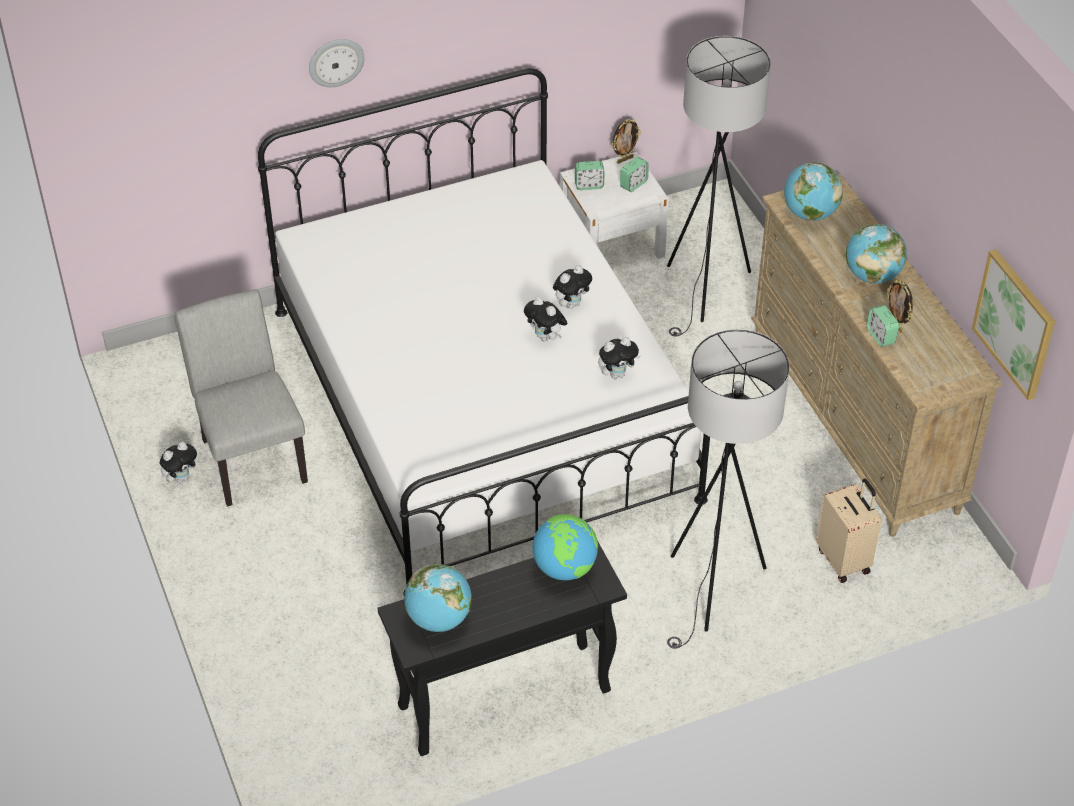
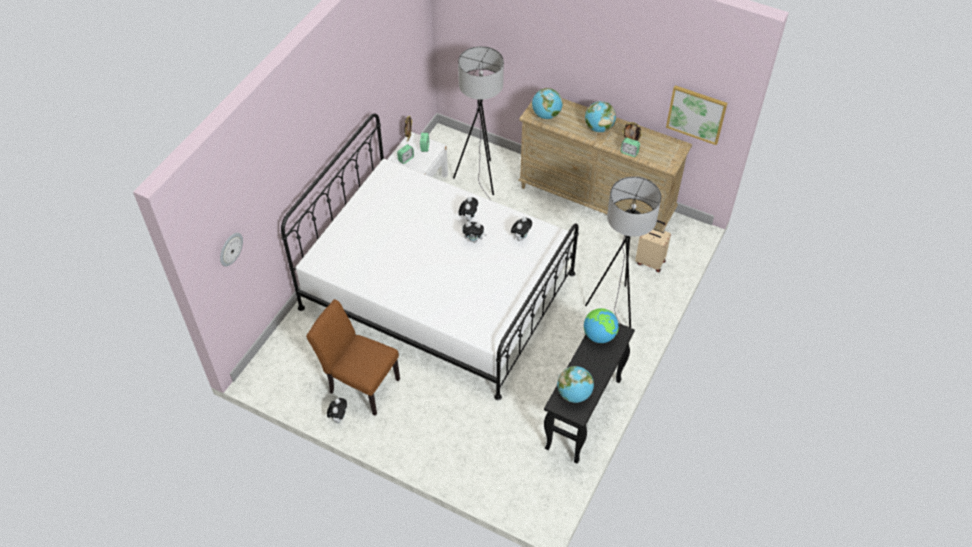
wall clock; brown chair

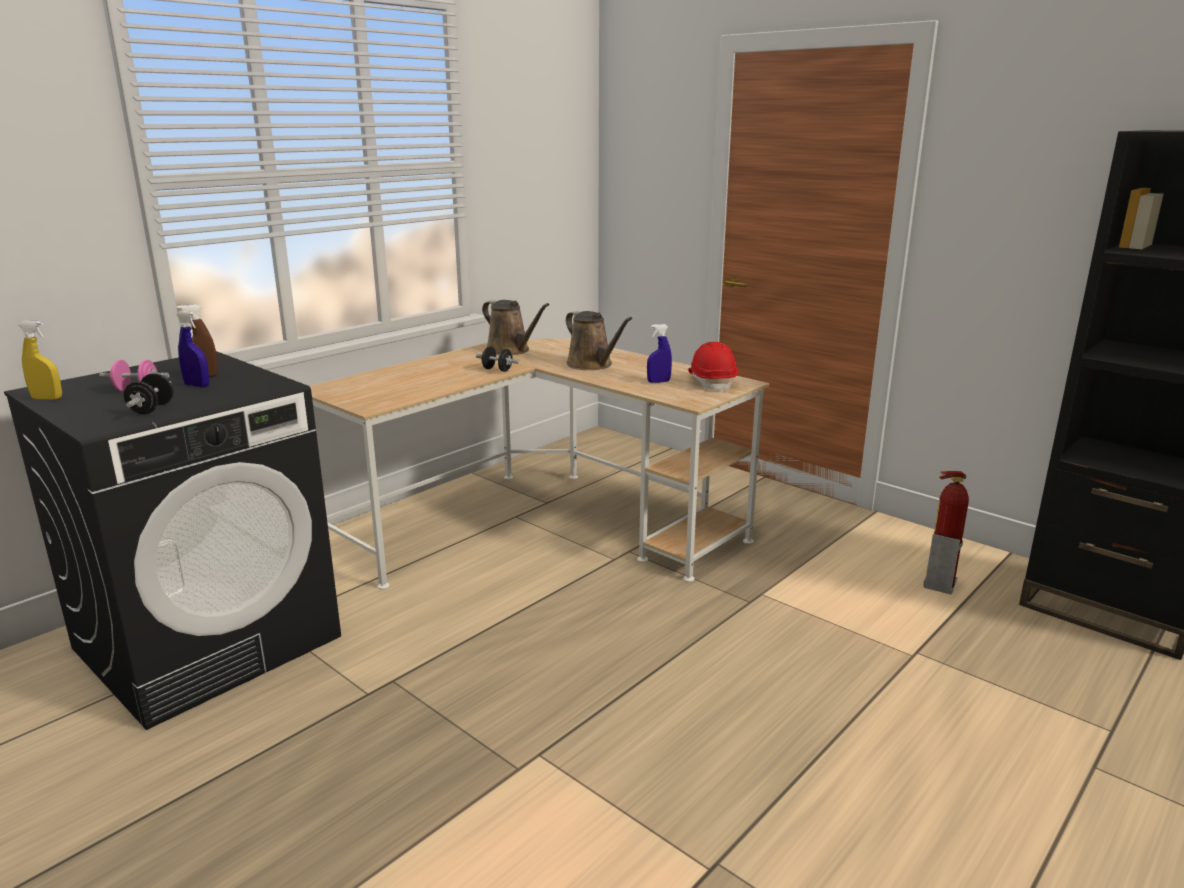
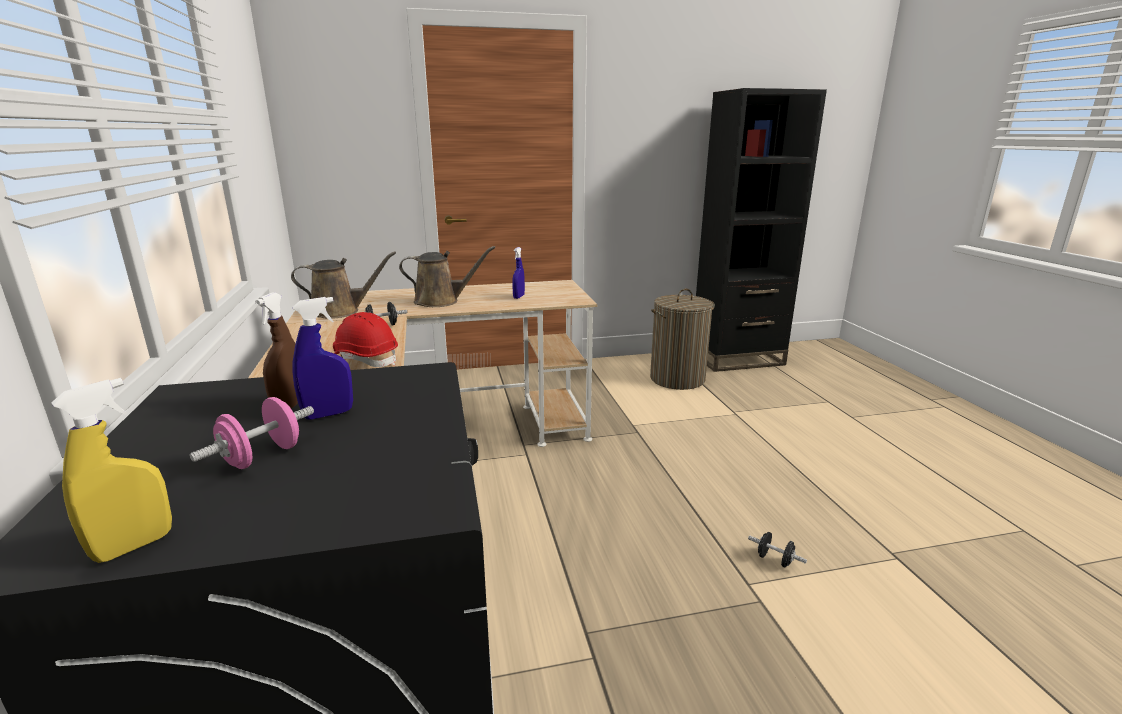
red hard hat; laundry basket; black dumbbell (no. 2 from left)

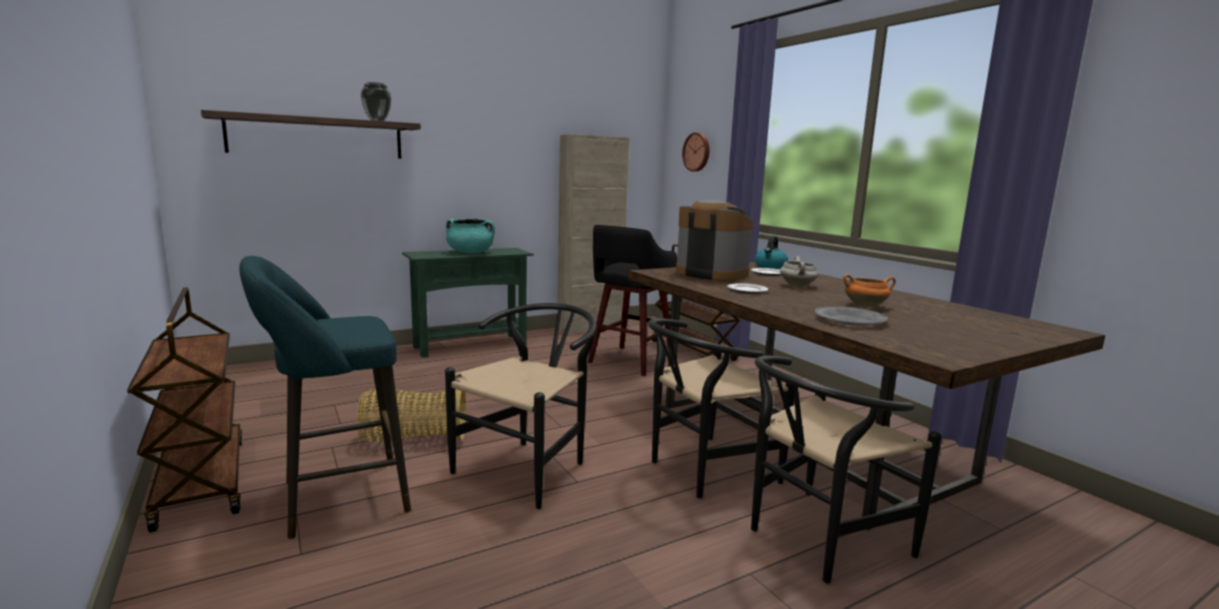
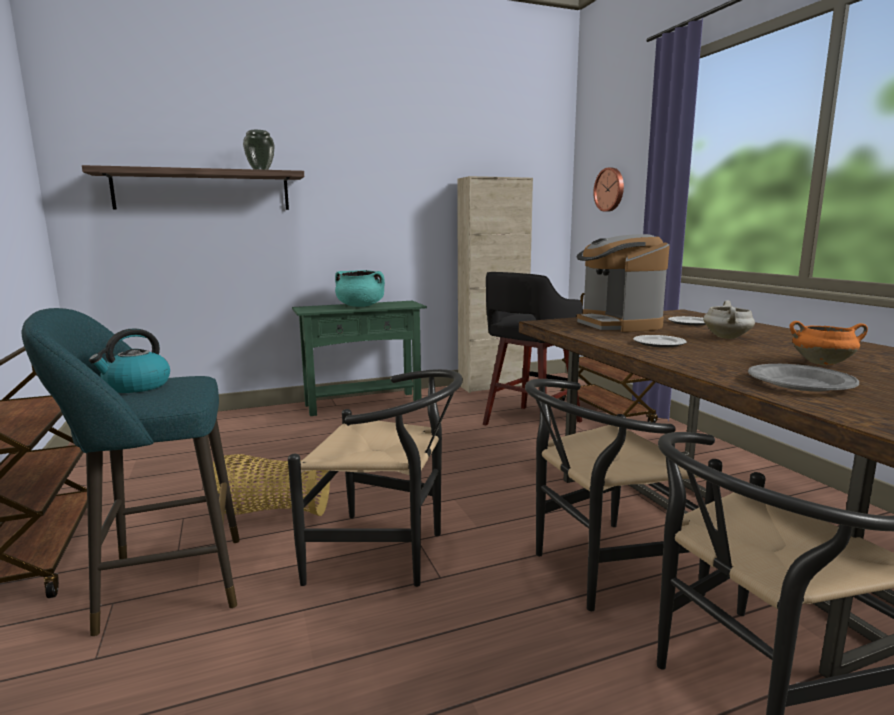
kettle; black chair (no. 1 from left); coffee machine

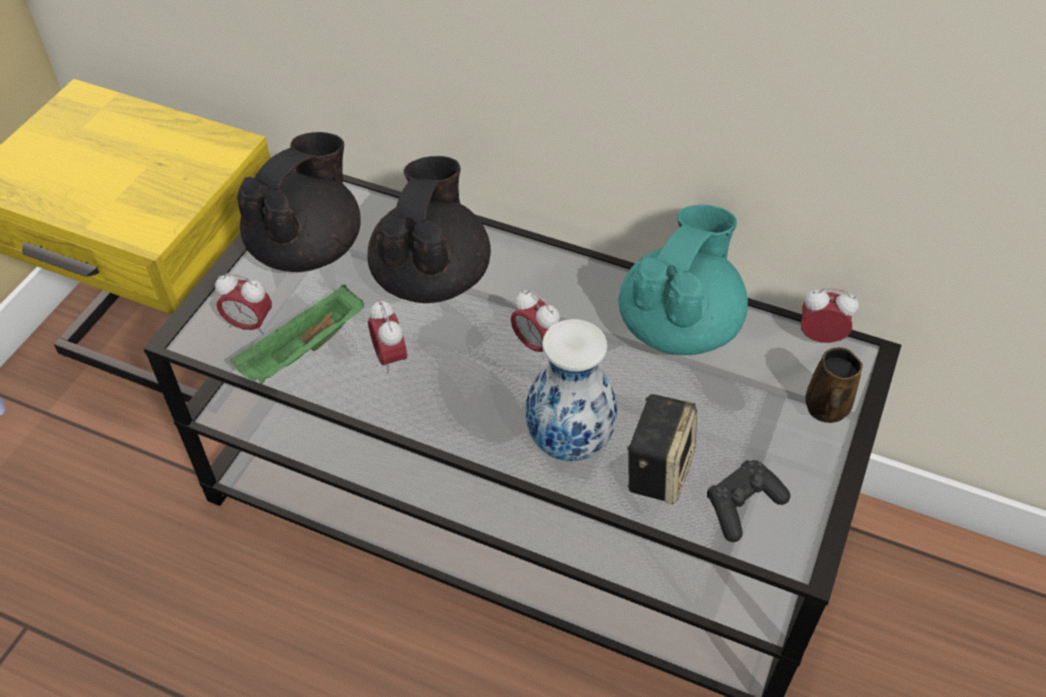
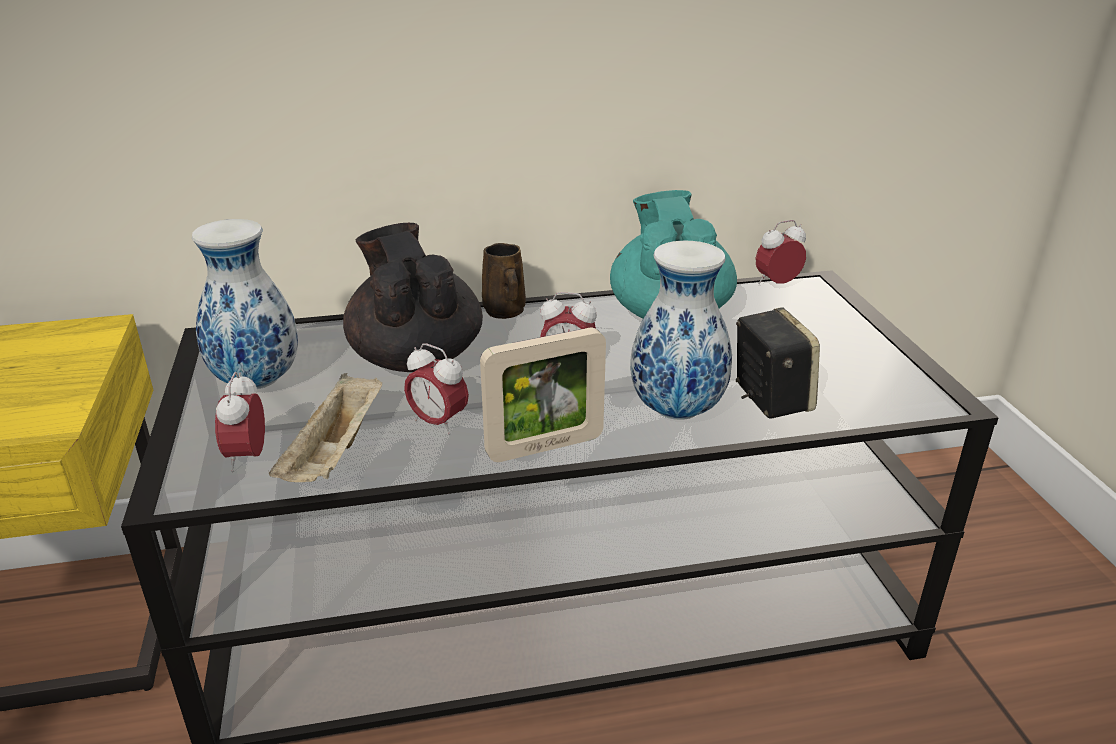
vase (no. 1 from left); alarm clock (no. 1 from left); beige tray; picture frame; brown mug; black game controller

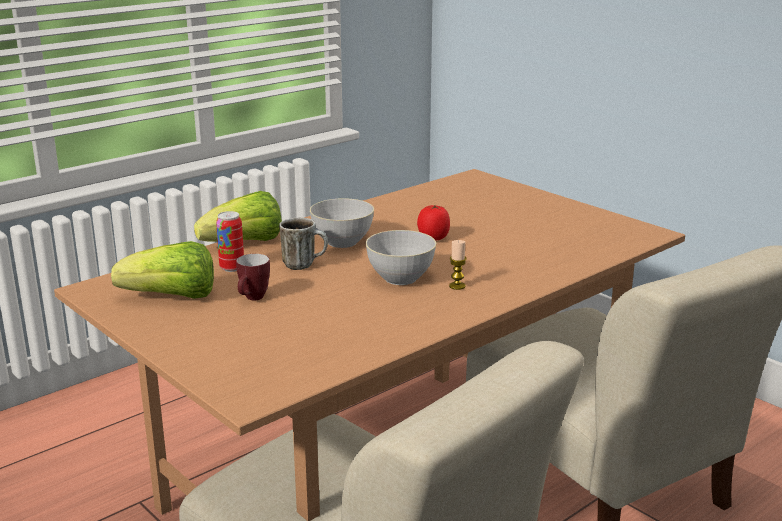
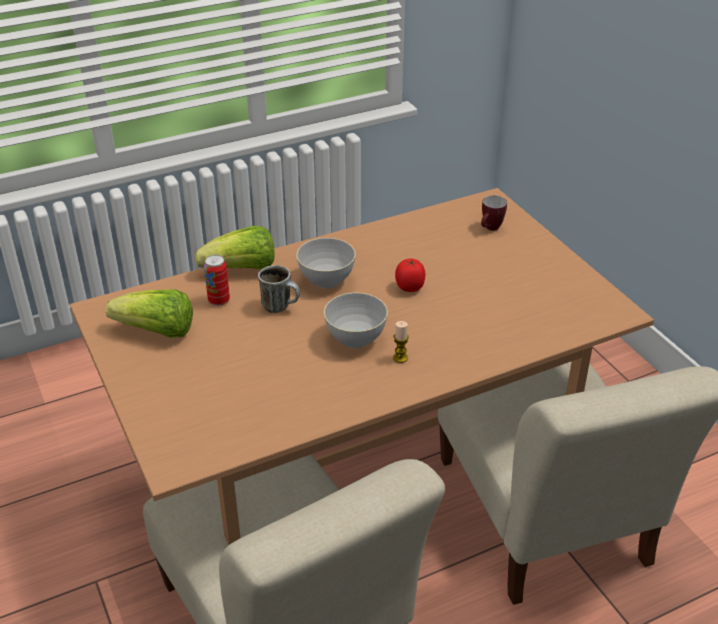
mug (no. 2 from left)

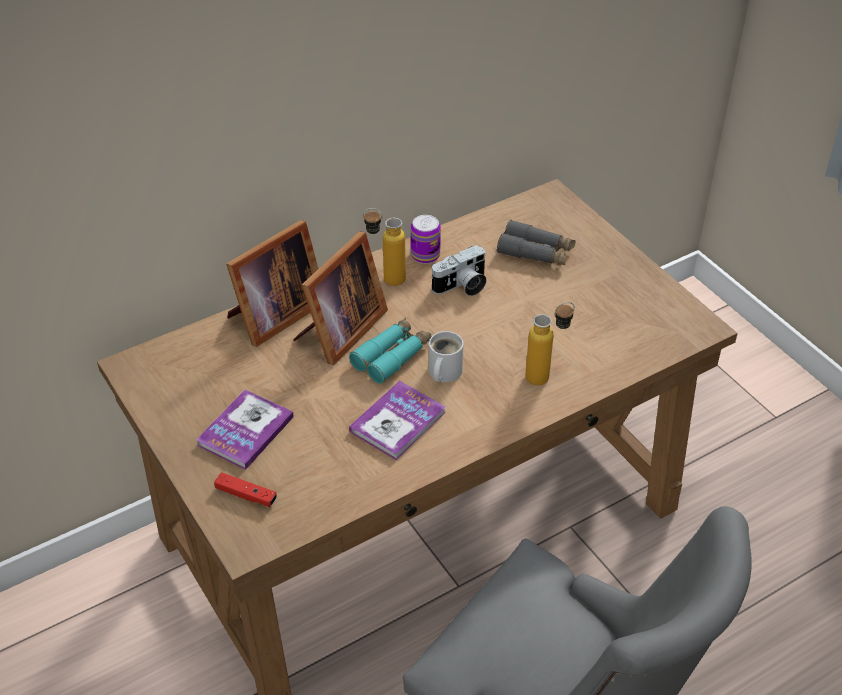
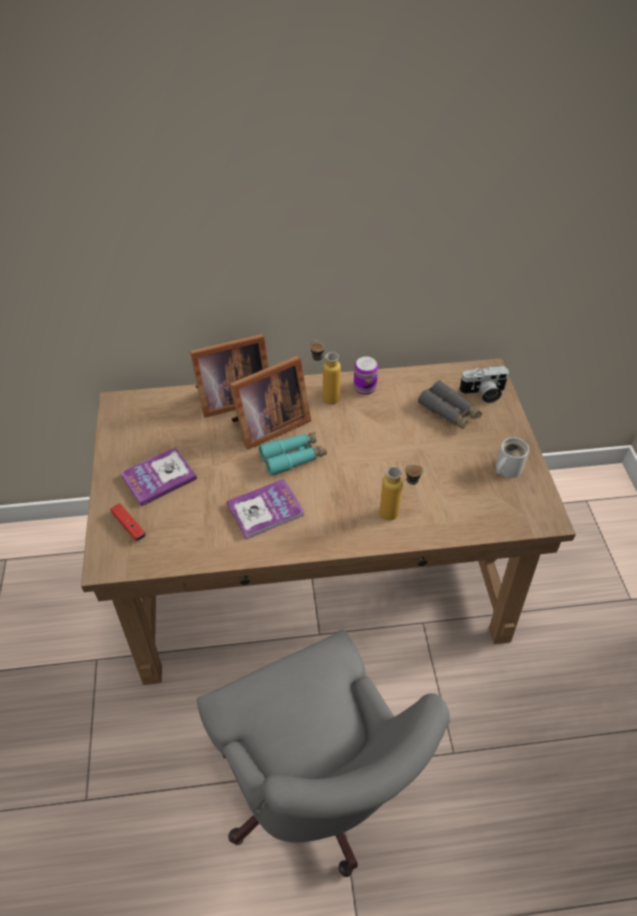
photo camera; white mug

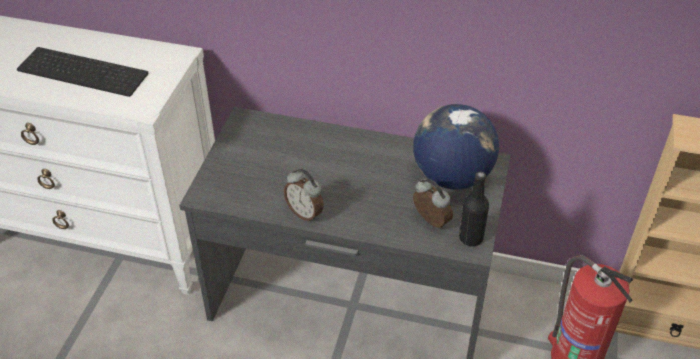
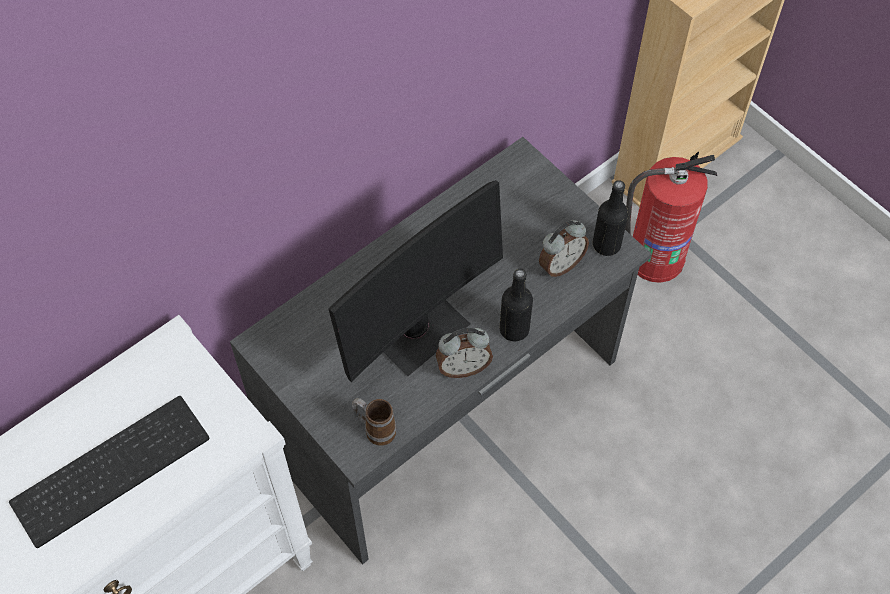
monitor; mug; black bottle (no. 1 from left); alarm clock (no. 2 from left); globe

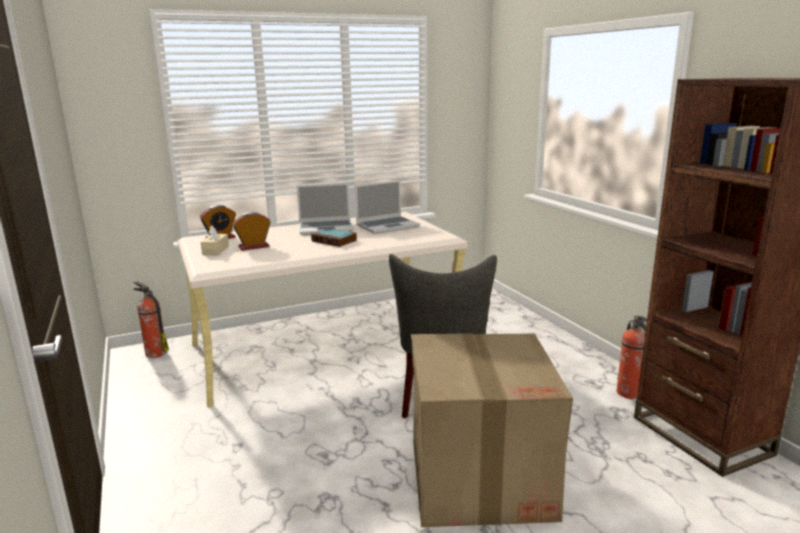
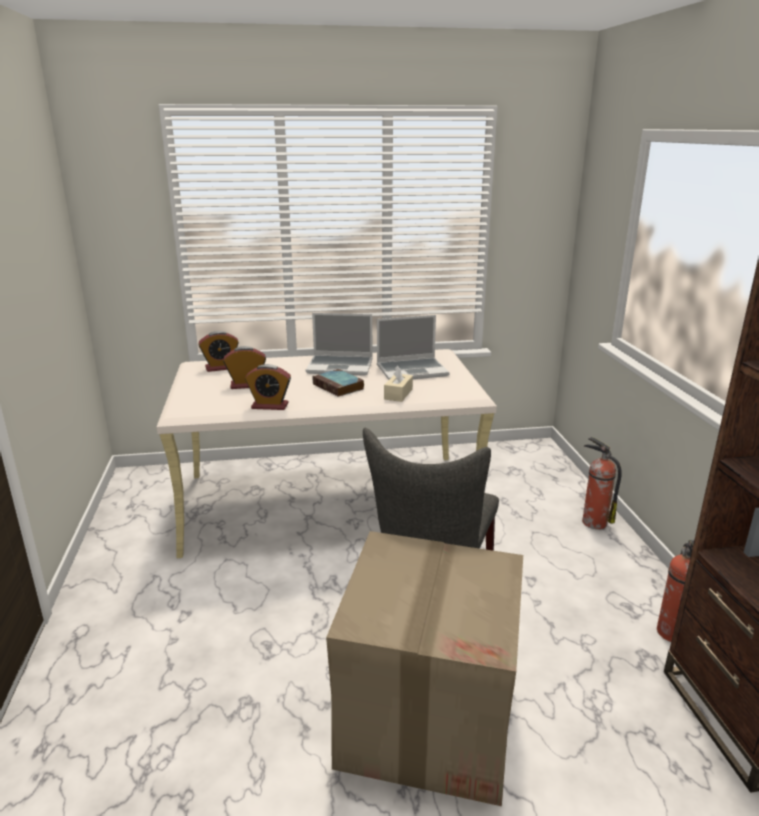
alarm clock (no. 3 from left); beige tissue box; fire extinguisher (no. 1 from left)

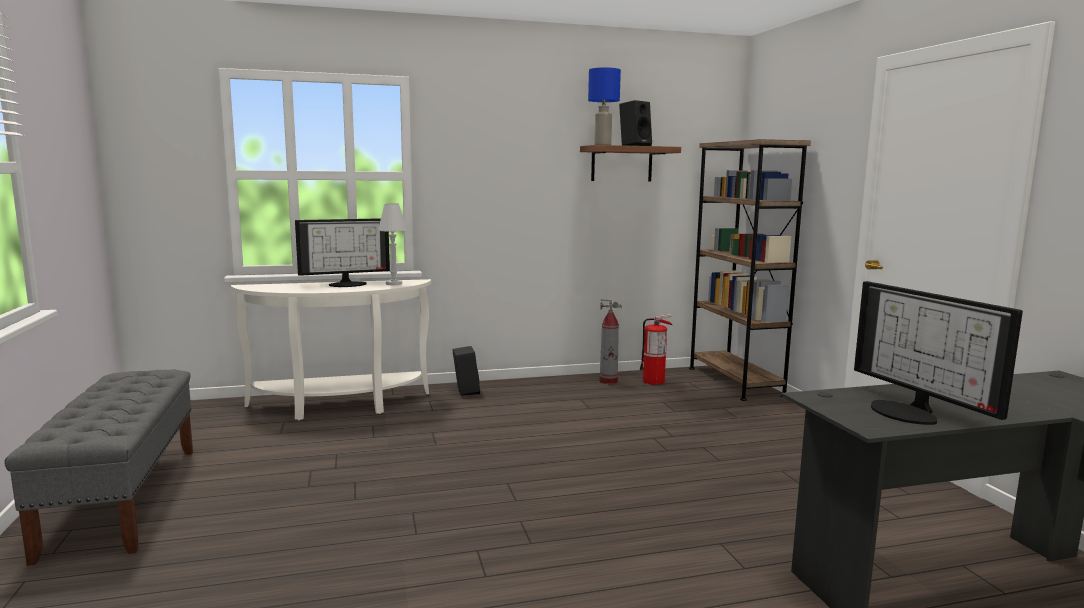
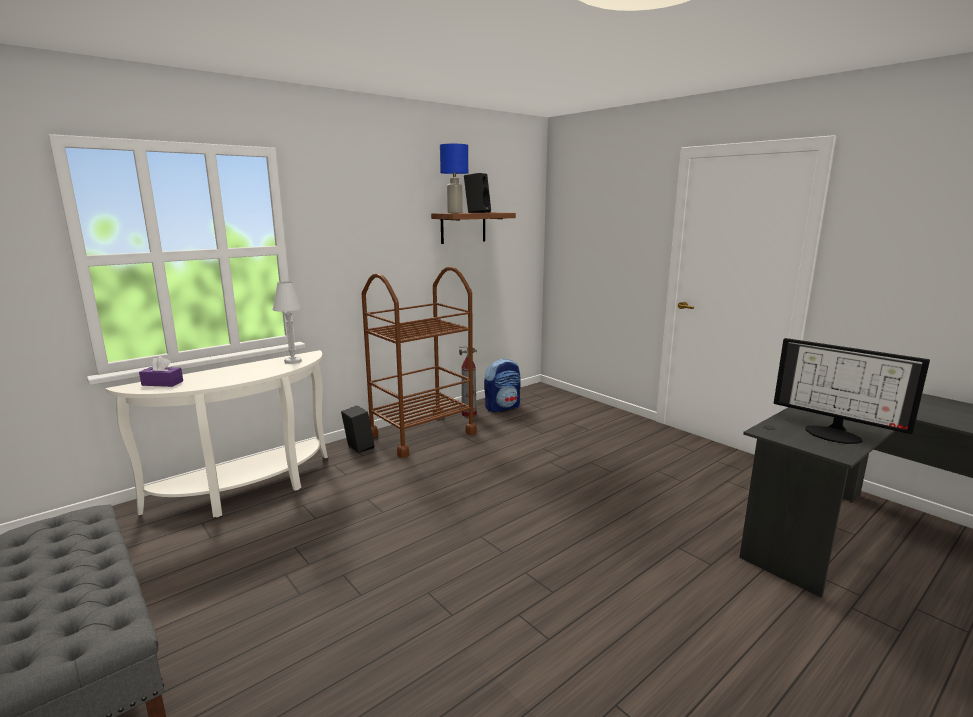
purple tissue box; brown cart; backpack; monitor (no. 1 from left in the first image); brown bookcase

